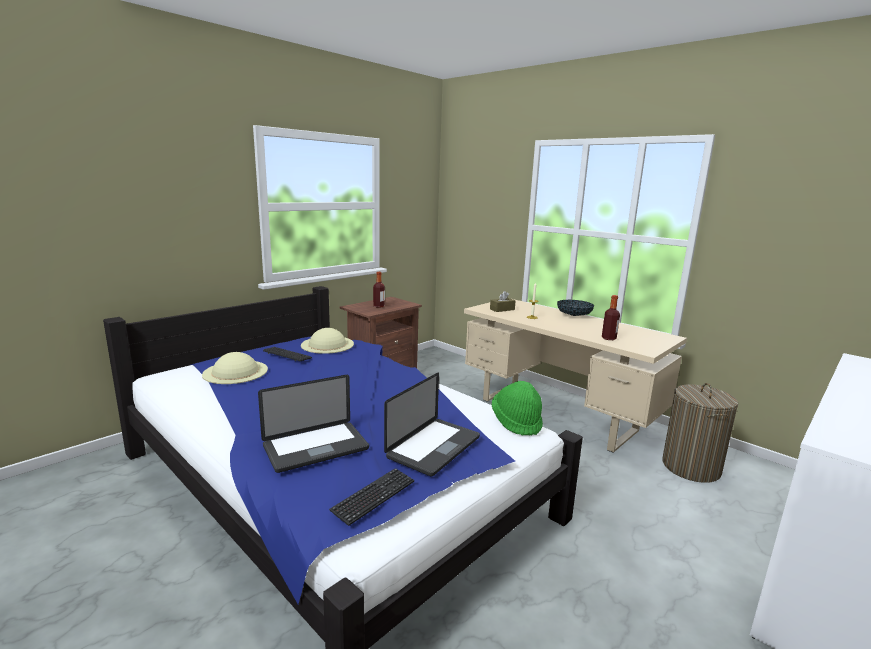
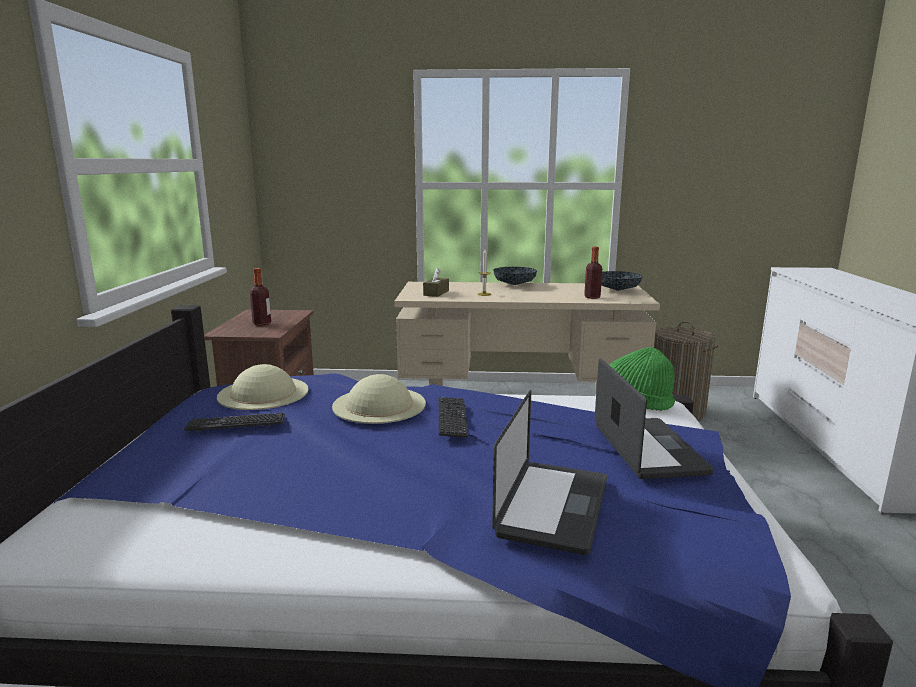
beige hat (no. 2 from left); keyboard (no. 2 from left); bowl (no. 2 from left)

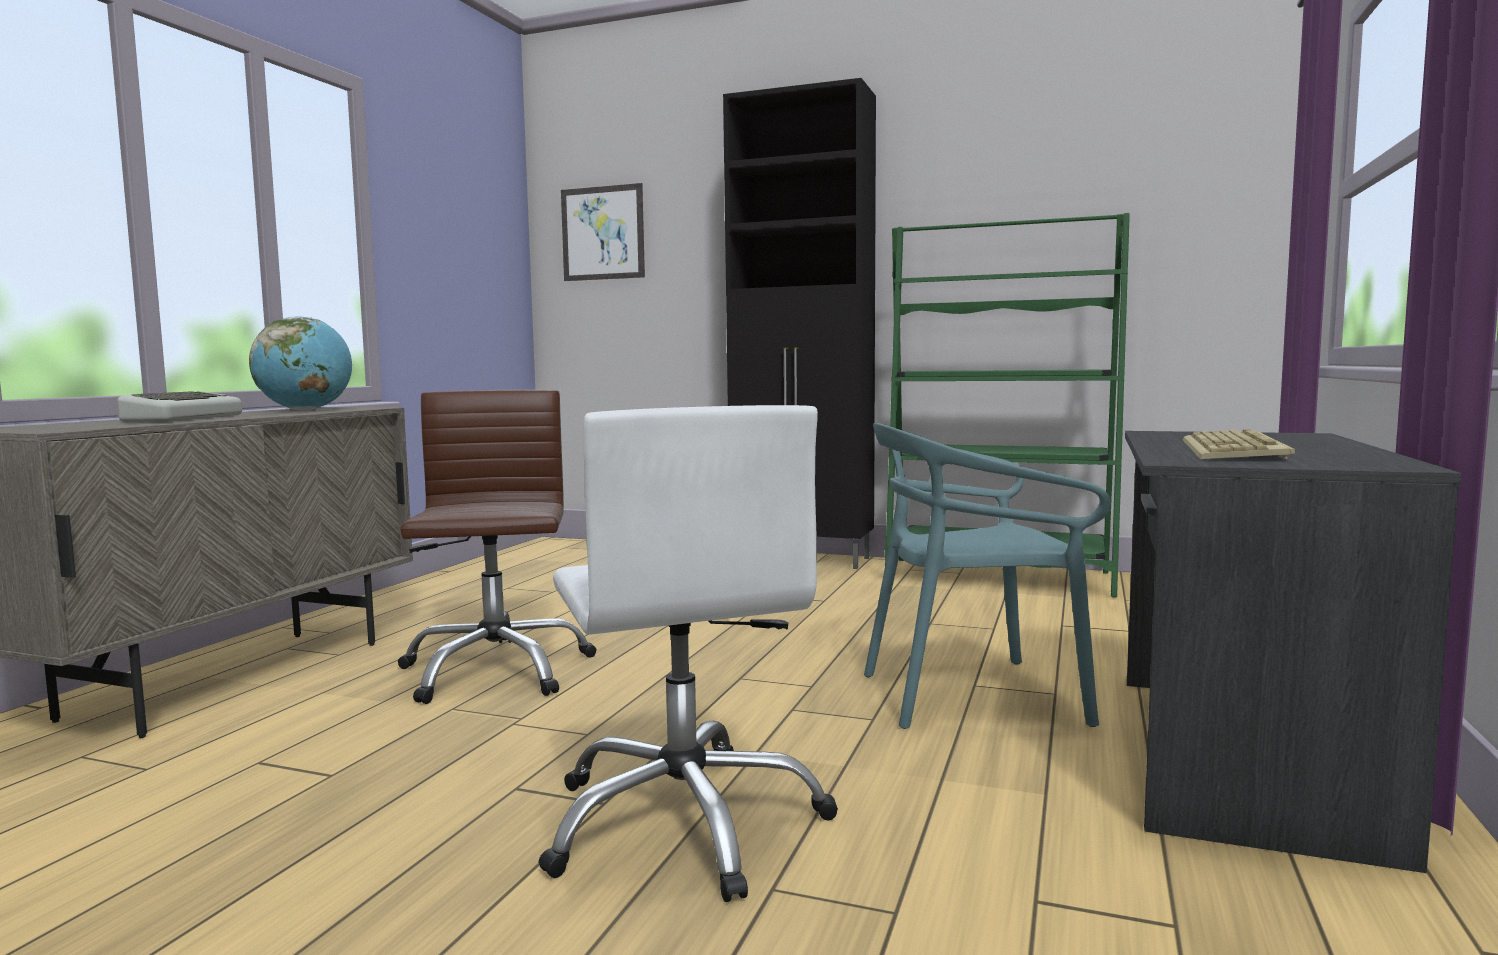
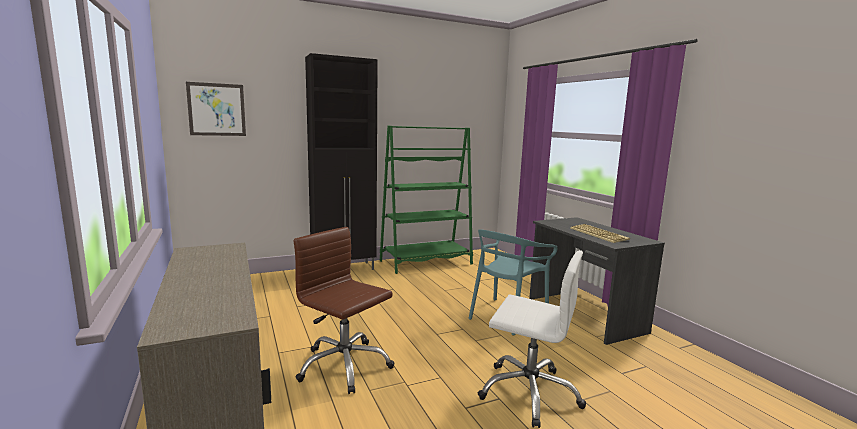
keyboard (no. 1 from left in the first image); globe

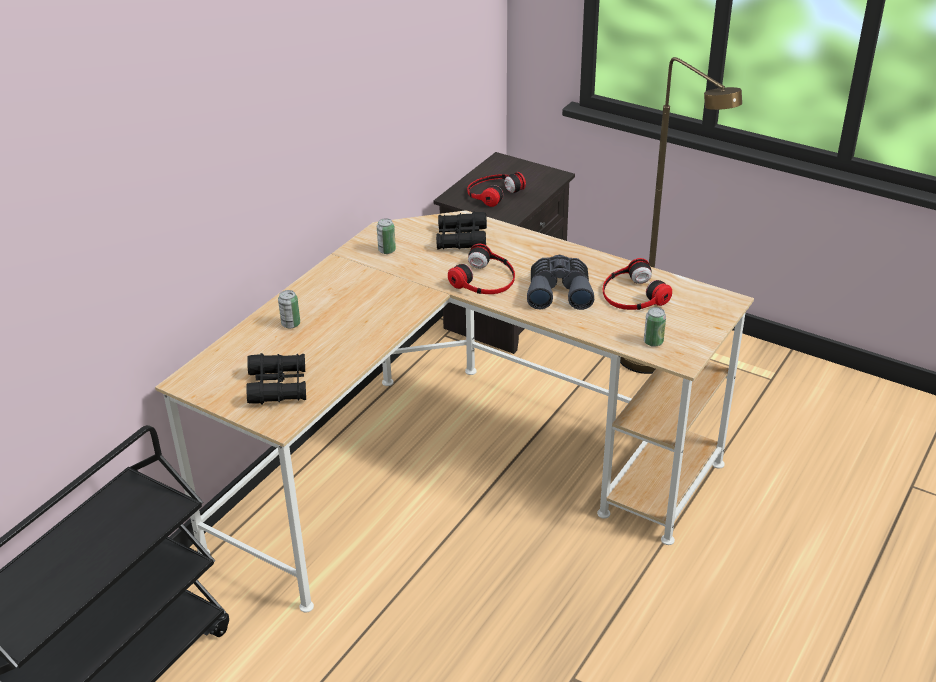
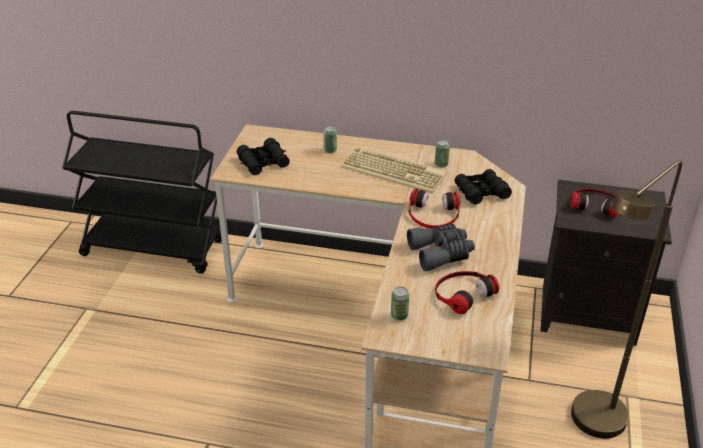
keyboard

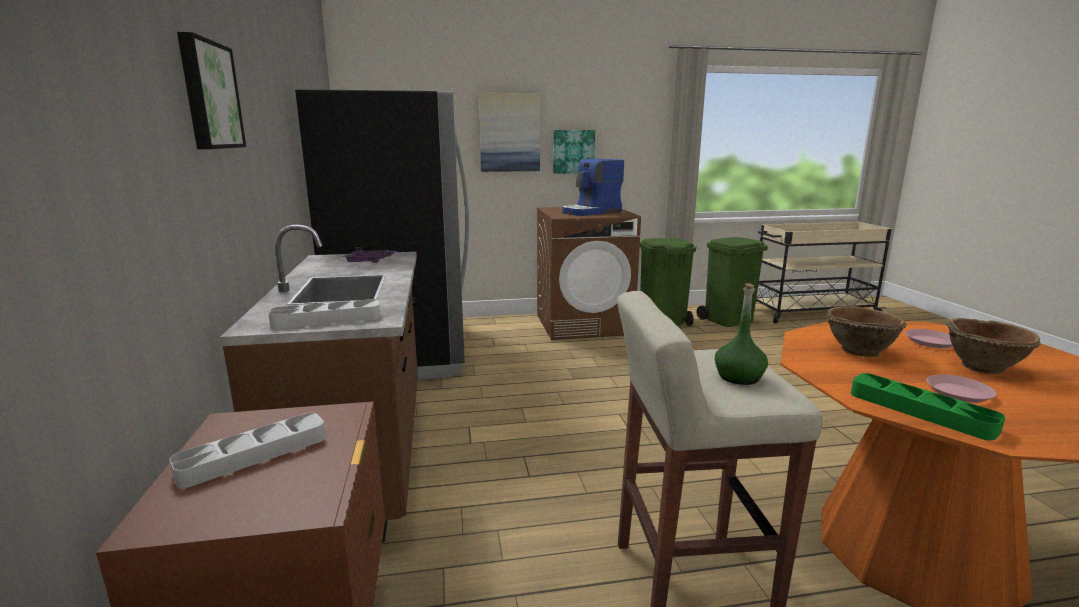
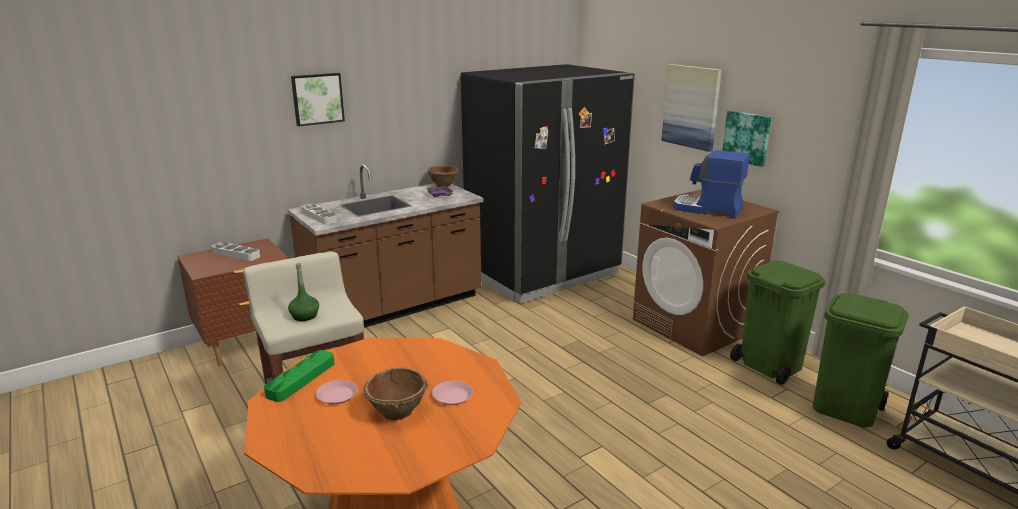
brown bowl (no. 2 from left)

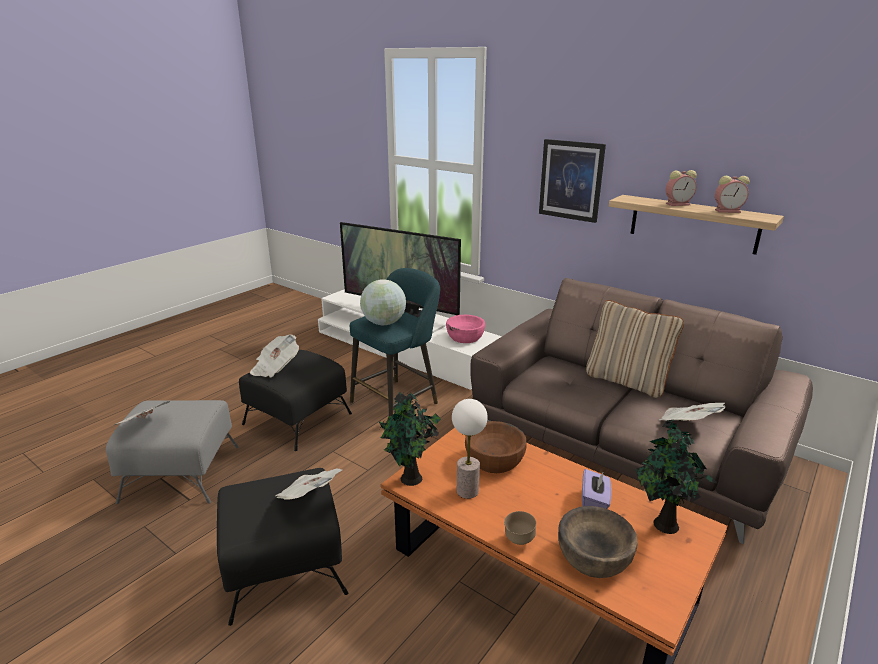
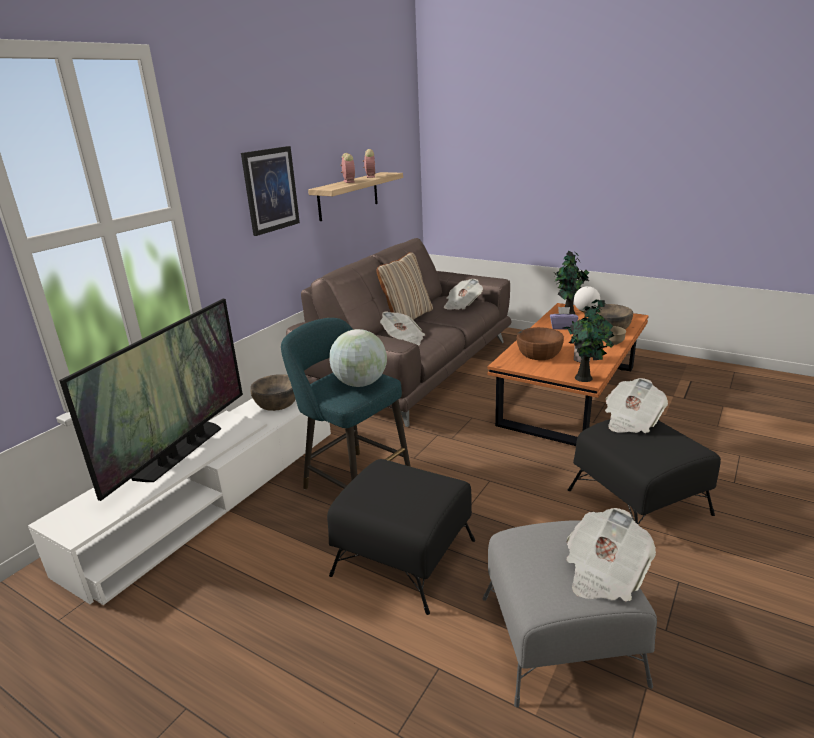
brown bowl (no. 1 from left); newspaper (no. 1 from left)

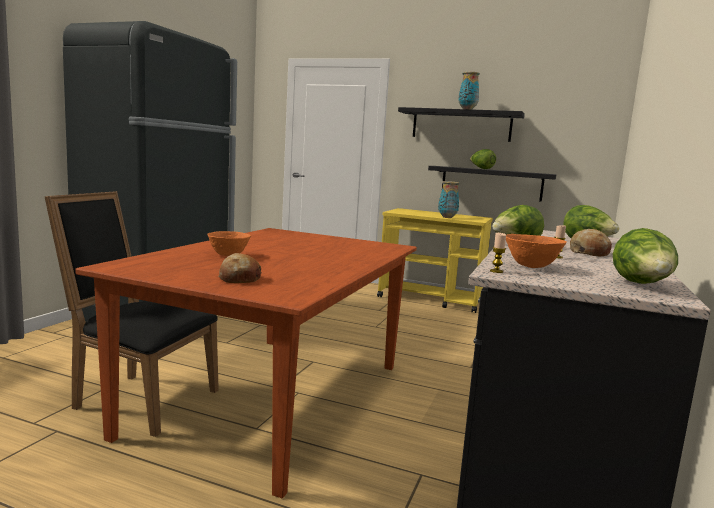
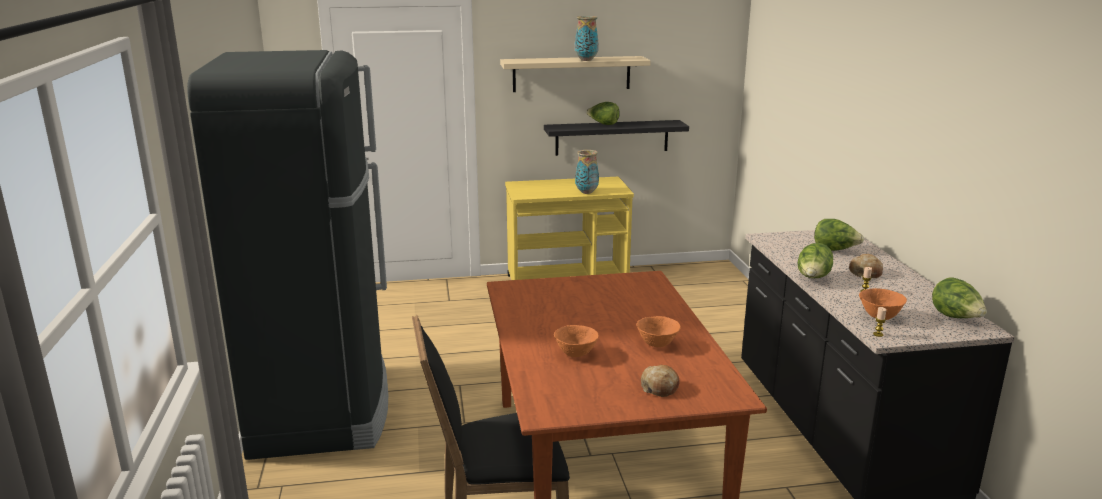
beige shelf; orange bowl (no. 2 from left)

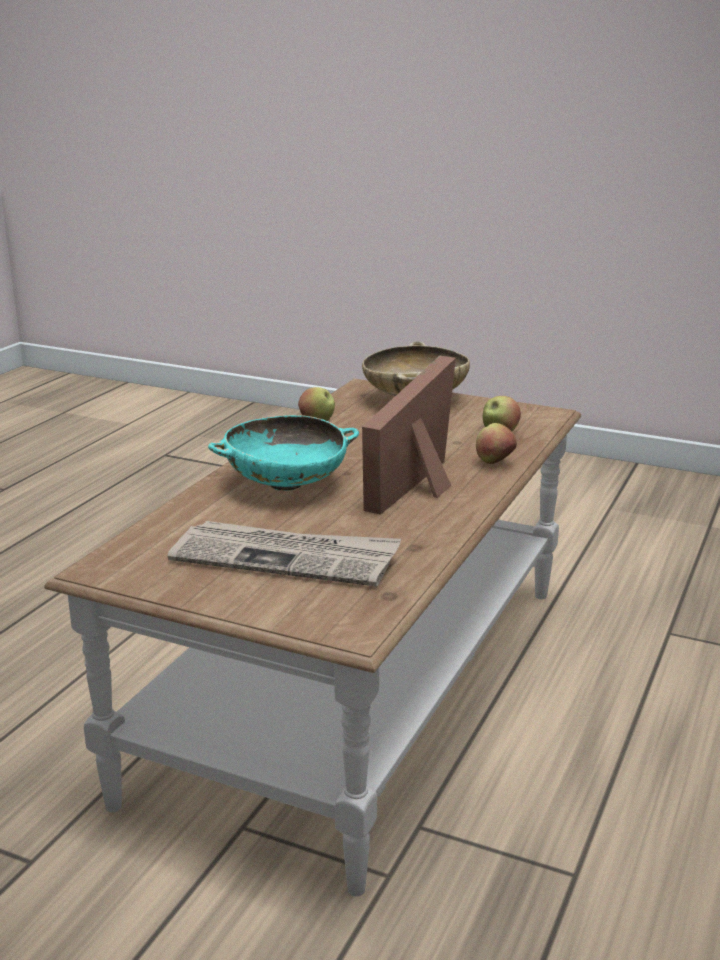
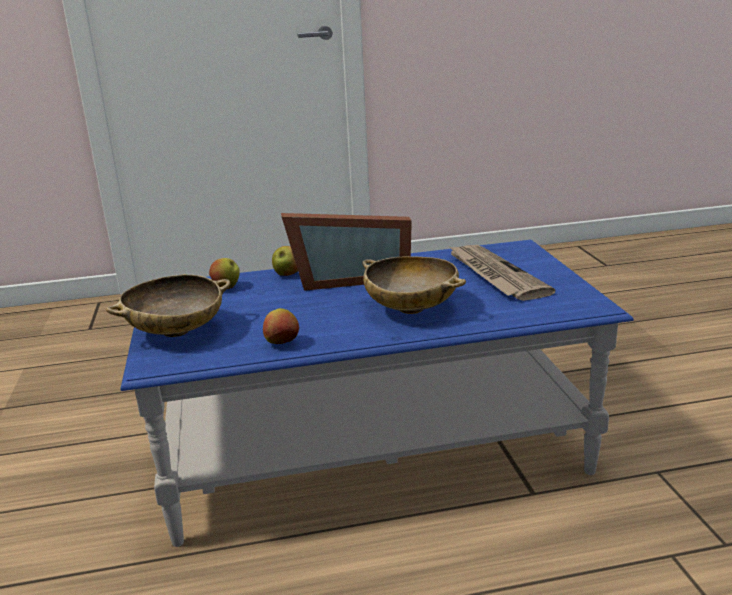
blue coffee table; beige bowl (no. 2 from left)

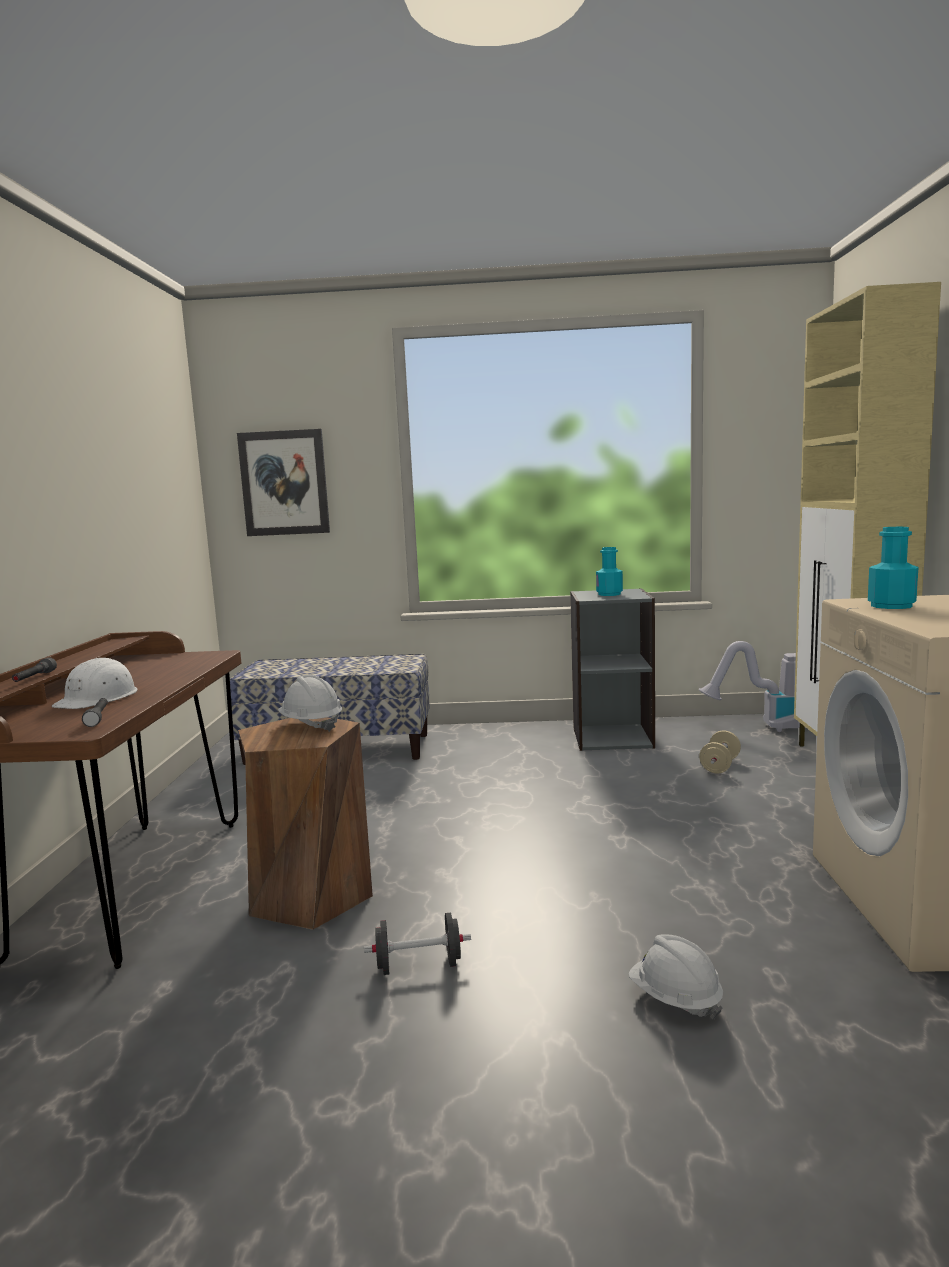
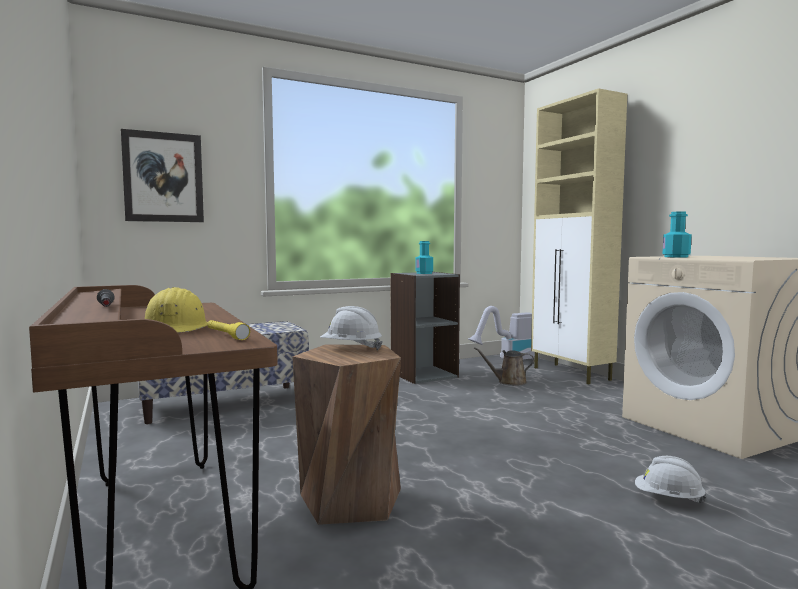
yellow hard hat; yellow flashlight; brown watering can; black dumbbell

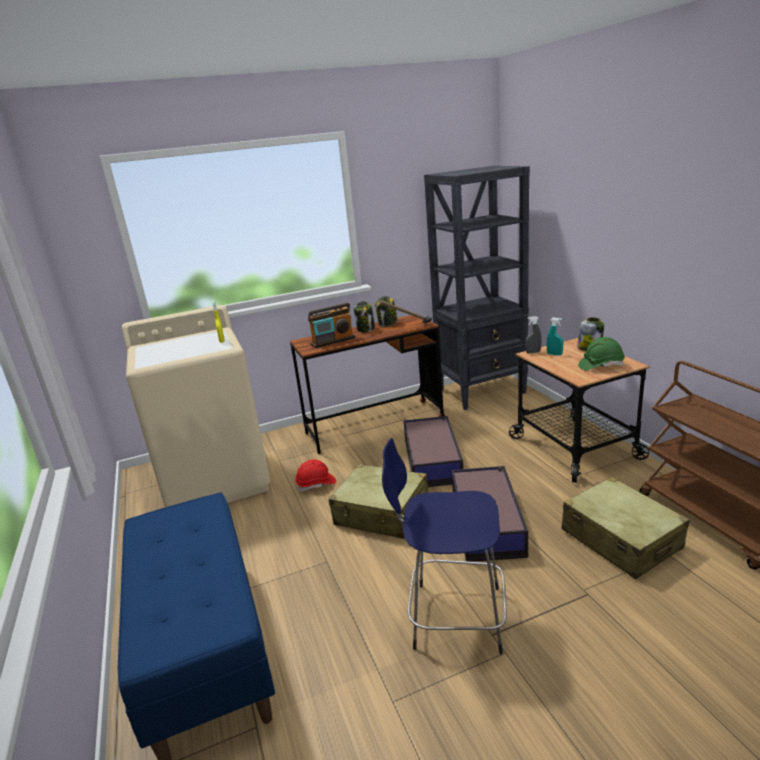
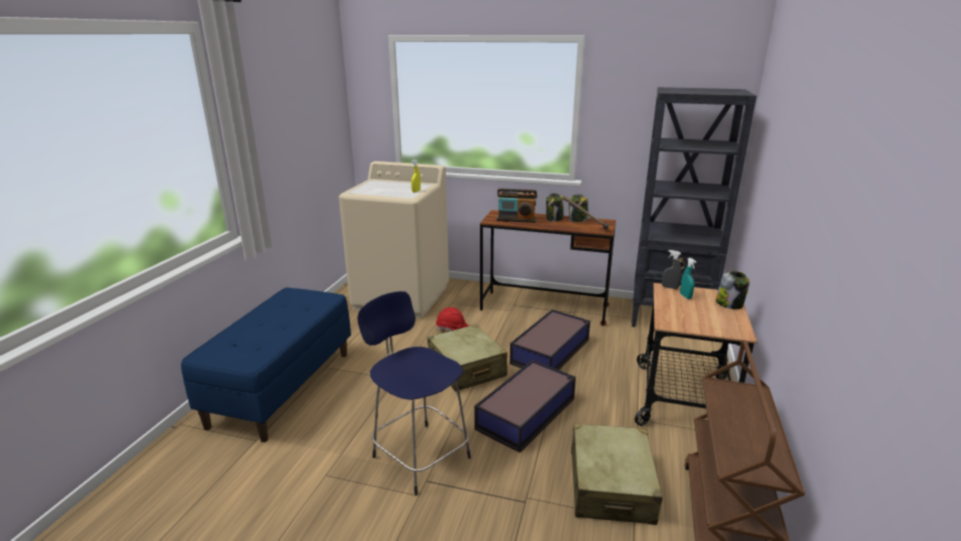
green hard hat

